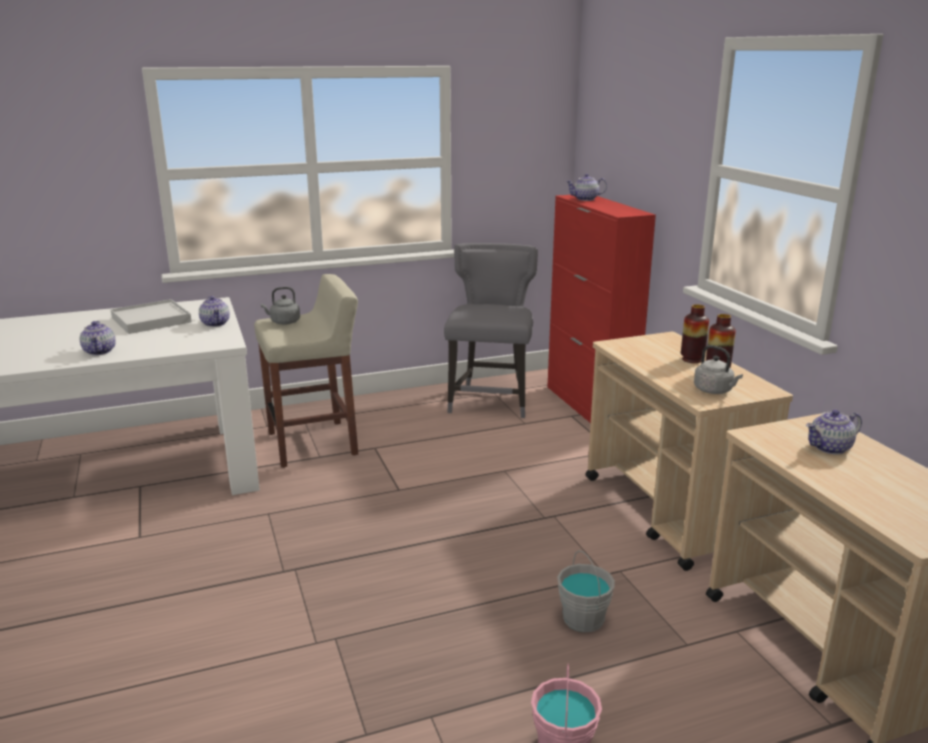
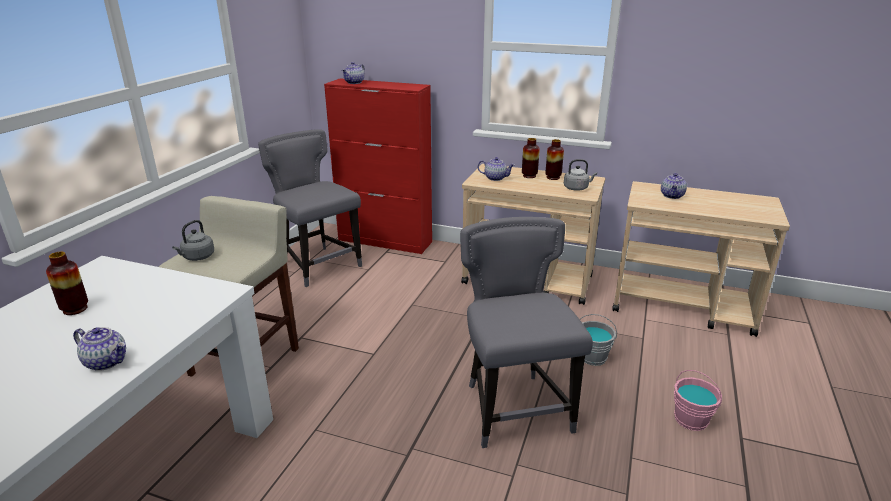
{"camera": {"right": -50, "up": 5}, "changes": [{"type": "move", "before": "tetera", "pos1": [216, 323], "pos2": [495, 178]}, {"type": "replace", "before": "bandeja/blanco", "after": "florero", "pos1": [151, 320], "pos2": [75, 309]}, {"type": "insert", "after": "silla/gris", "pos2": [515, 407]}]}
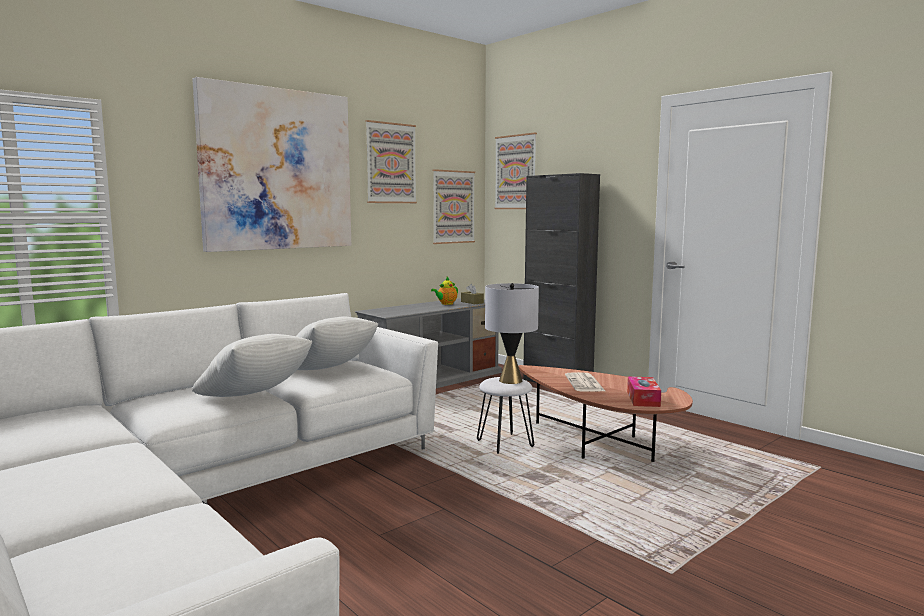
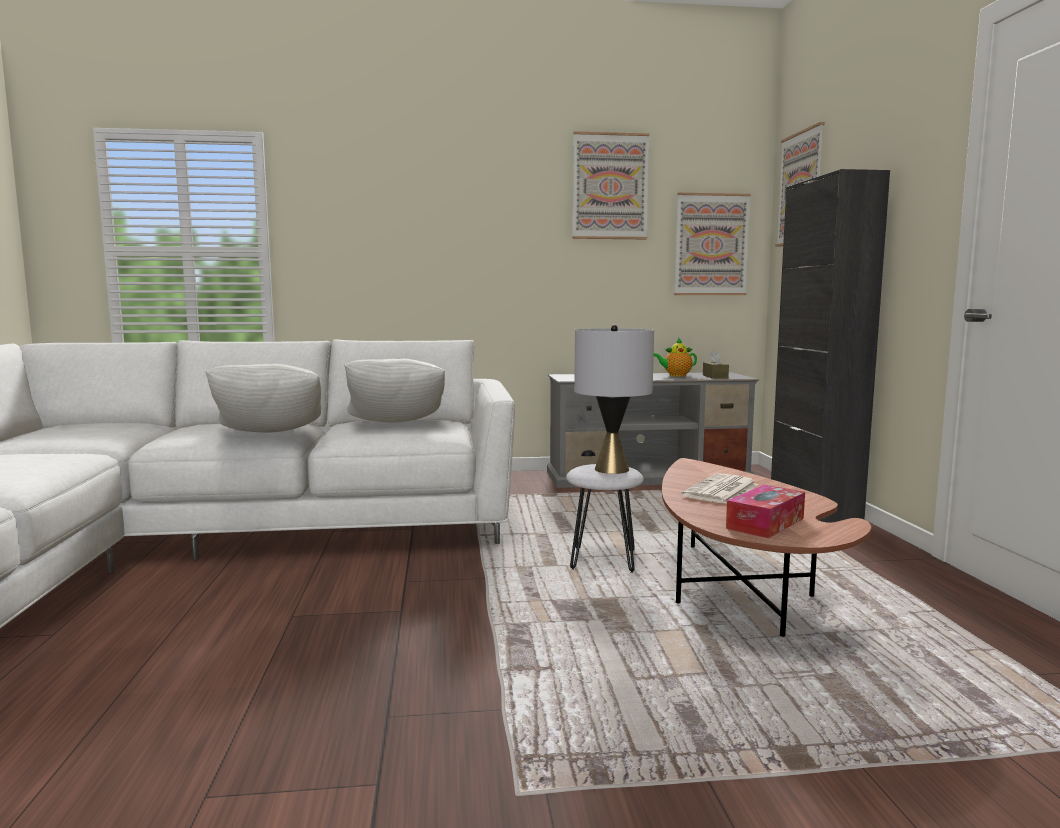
{"camera": {"right": 35, "up": 0}, "changes": [{"type": "delete", "before": "cuadro", "pos1": [277, 170]}]}
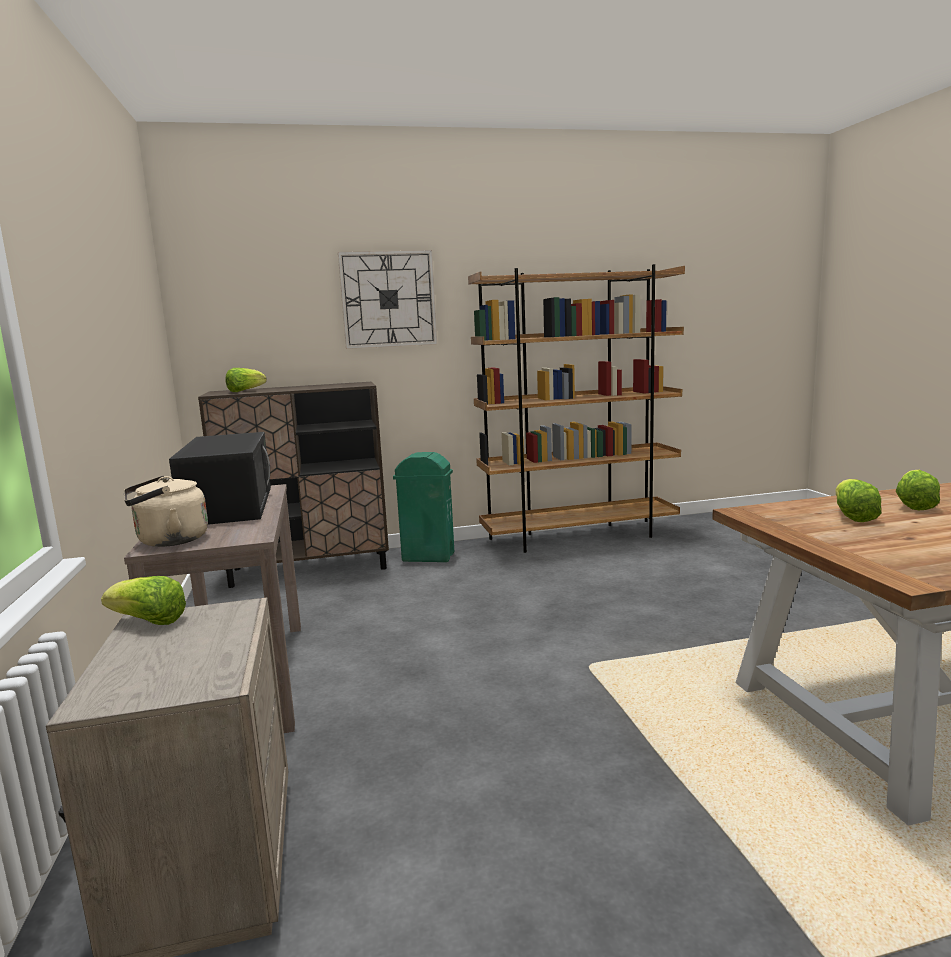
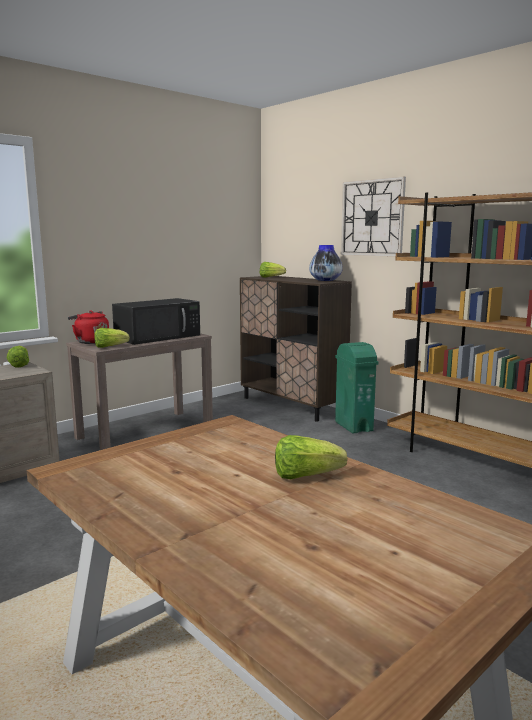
{"camera": {"right": 60, "up": 0}, "changes": [{"type": "recolor", "before": "hervidor/beis", "after": "hervidor/rojo", "pos1": [168, 541], "pos2": [90, 342]}, {"type": "move", "before": "lechuga", "pos1": [852, 516], "pos2": [110, 347]}, {"type": "insert", "after": "florero", "pos2": [325, 280]}]}
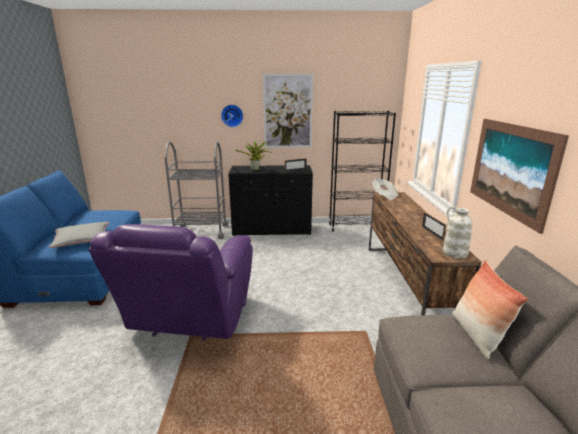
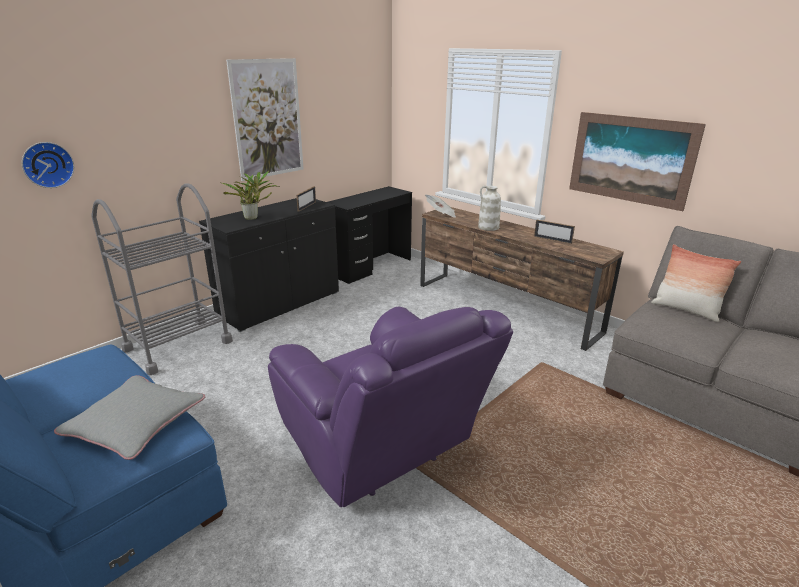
{"camera": {"right": -45, "up": 5}, "changes": [{"type": "move", "before": "reloj de pared", "pos1": [232, 115], "pos2": [47, 164]}, {"type": "replace", "before": "estantería/negro", "after": "escritorio/negro", "pos1": [356, 228], "pos2": [370, 267]}, {"type": "move", "before": "florero/blanco", "pos1": [454, 253], "pos2": [488, 227]}]}
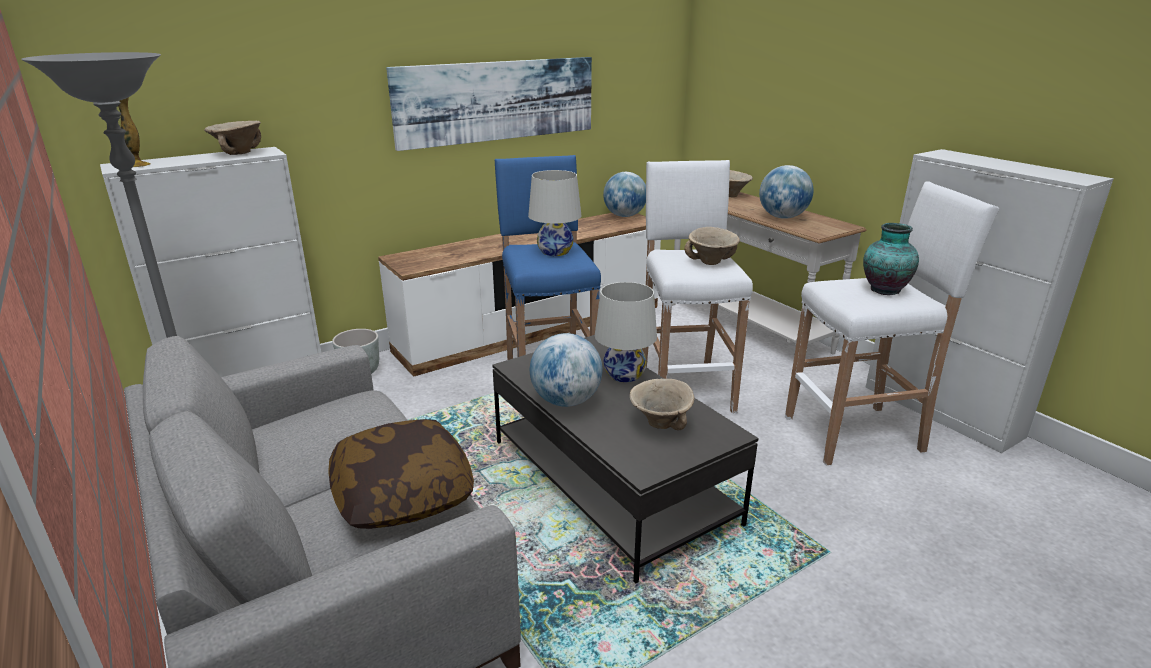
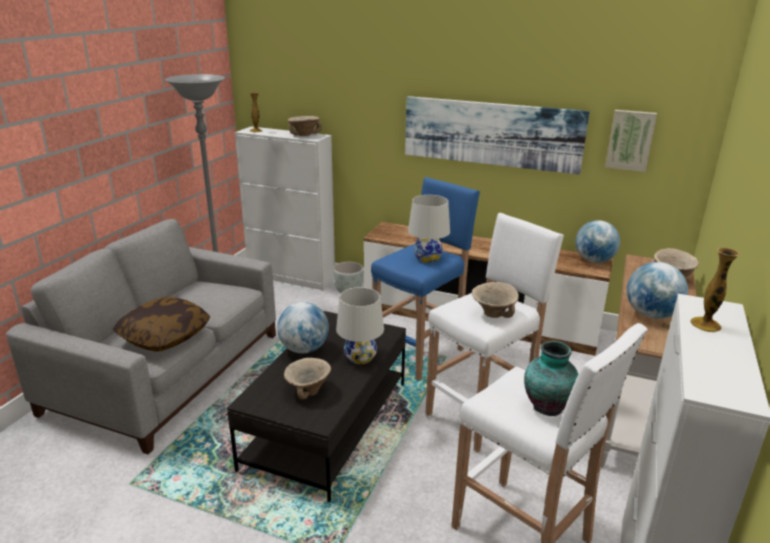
{"camera": {"right": 55, "up": 0}, "changes": [{"type": "insert", "after": "cuadro", "pos2": [630, 140]}, {"type": "insert", "after": "florero", "pos2": [705, 324]}]}
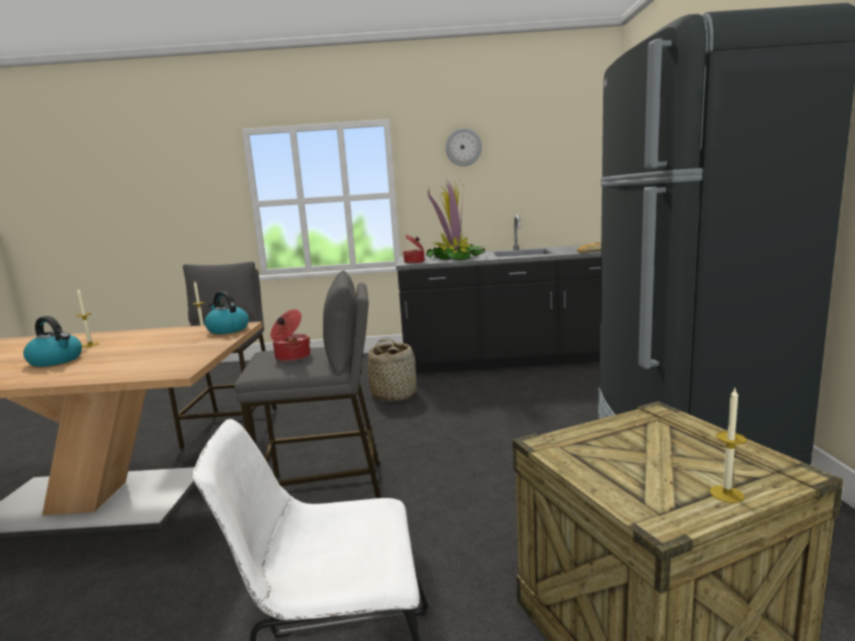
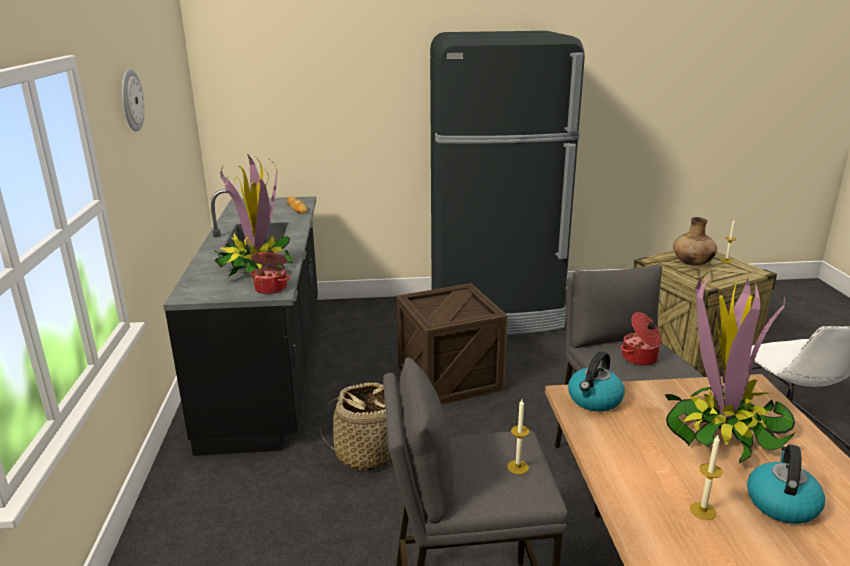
{"camera": {"right": -95, "up": 10}, "changes": [{"type": "insert", "after": "florero/marrón", "pos2": [692, 263]}, {"type": "insert", "after": "planta en maceta", "pos2": [722, 429]}, {"type": "insert", "after": "caja de embalaje", "pos2": [449, 378]}]}
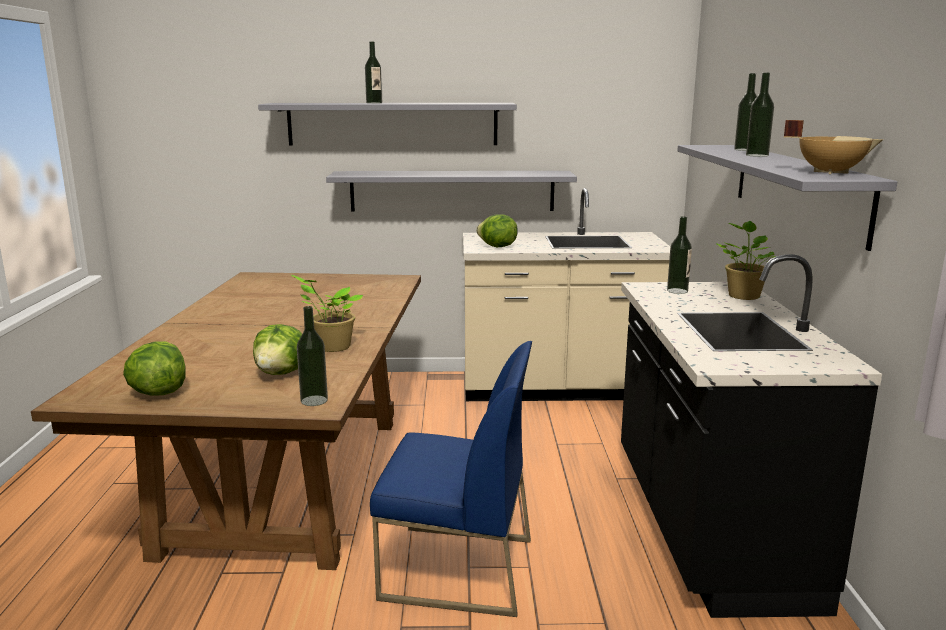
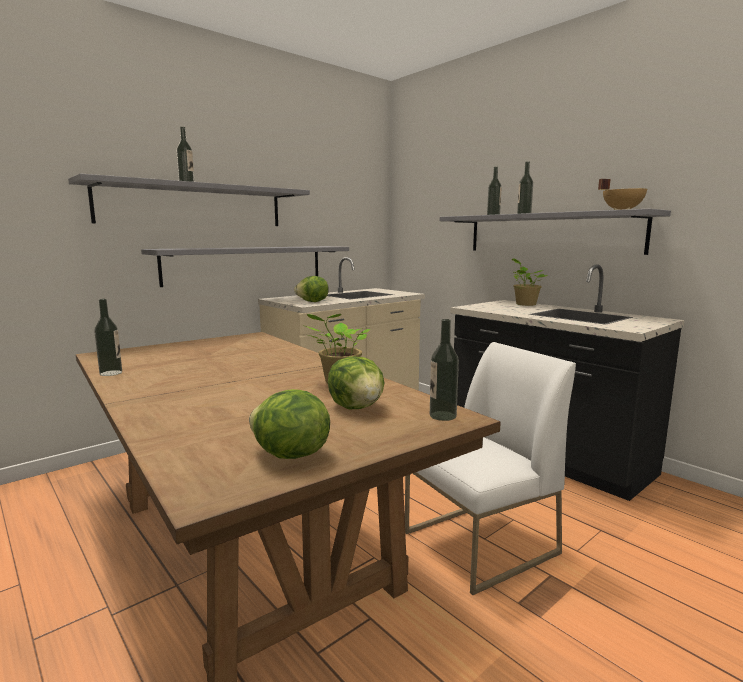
{"camera": {"right": -40, "up": -5}, "changes": [{"type": "move", "before": "botella", "pos1": [677, 291], "pos2": [111, 373]}, {"type": "recolor", "before": "silla/azul", "after": "silla/blanco", "pos1": [456, 569], "pos2": [480, 543]}]}
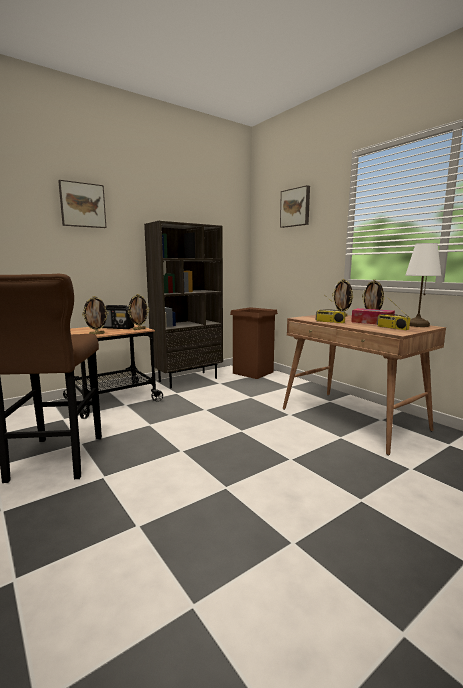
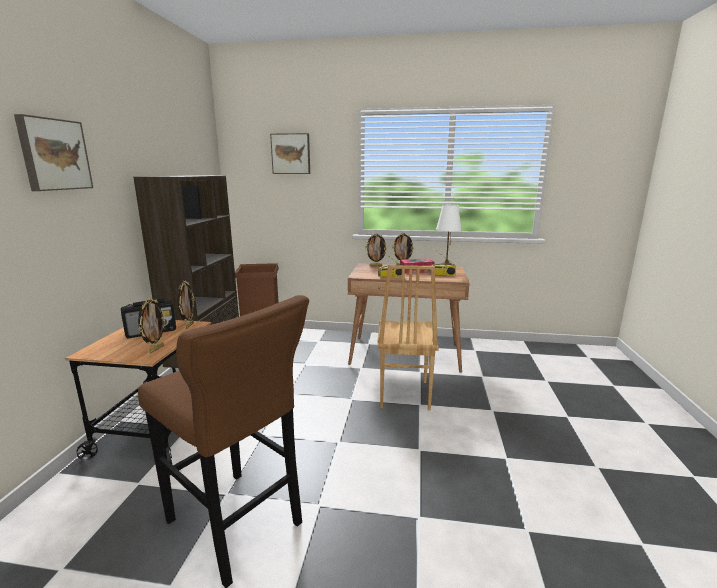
{"camera": {"right": -45, "up": 5}, "changes": [{"type": "insert", "after": "silla/marrón", "pos2": [403, 394]}]}
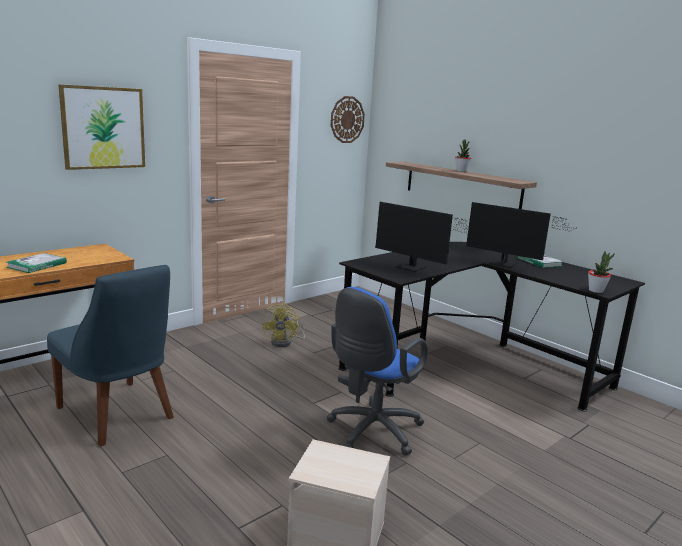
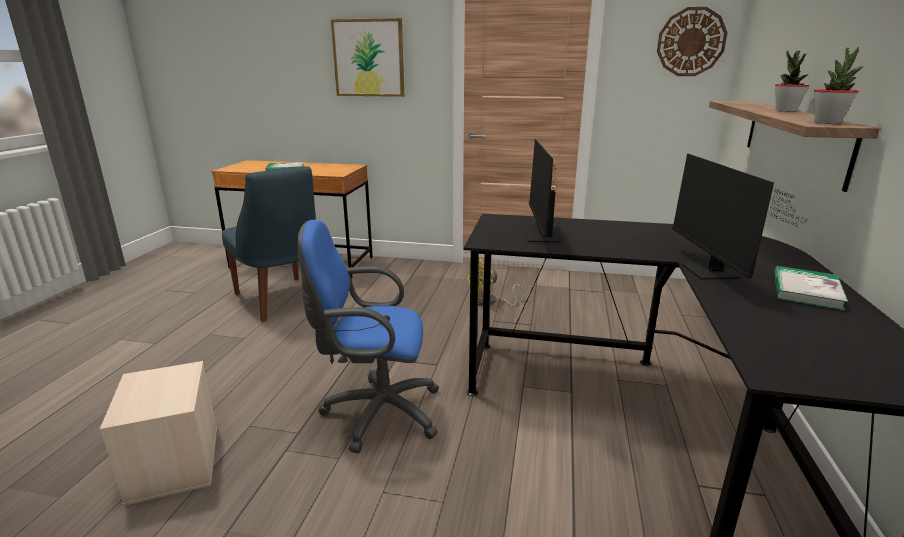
{"camera": {"right": 55, "up": 5}, "changes": [{"type": "move", "before": "planta en maceta", "pos1": [596, 291], "pos2": [827, 122]}, {"type": "rotate", "before": "silla/azul", "pos1": [118, 415], "pos2": [282, 300], "turn": -45}]}
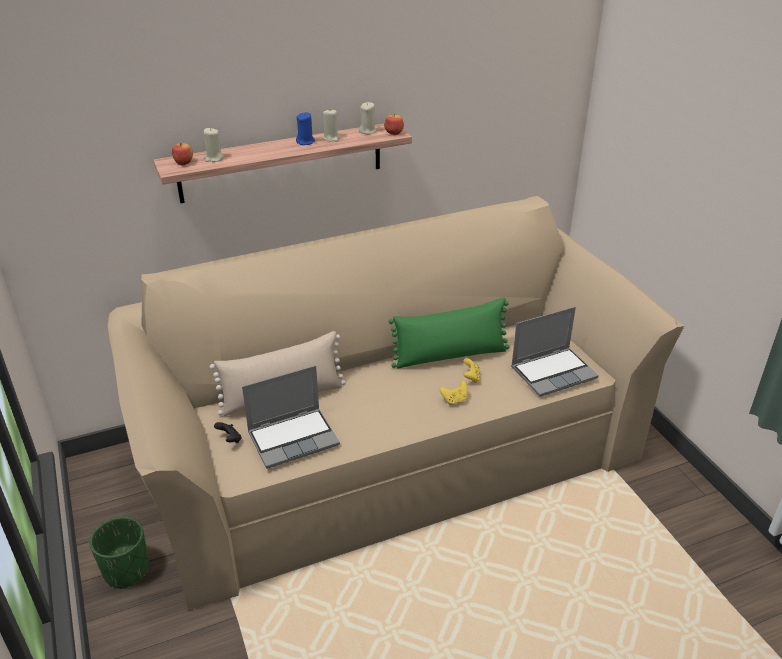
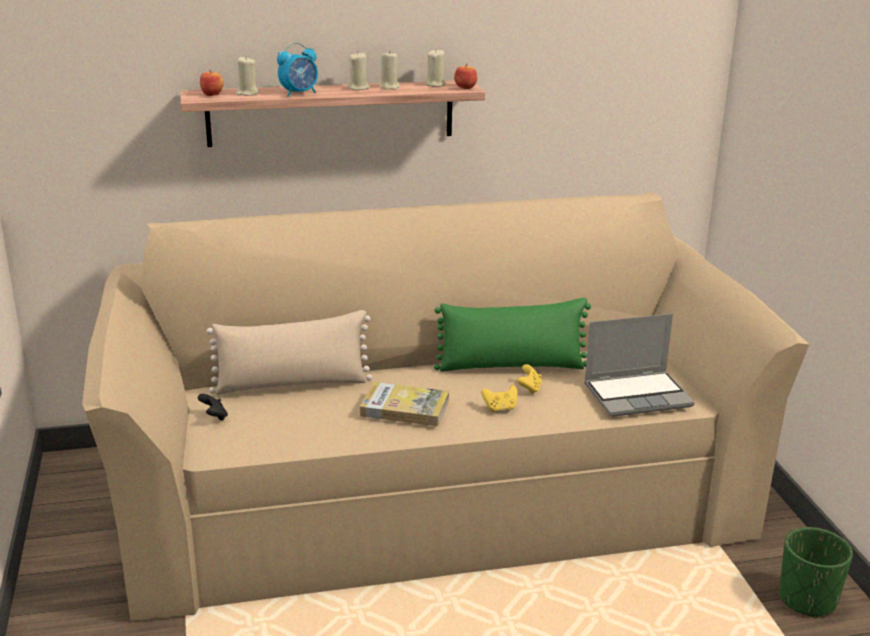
{"camera": {"right": 10, "up": -10}, "changes": [{"type": "recolor", "before": "vela/azul", "after": "vela/beis", "pos1": [305, 142], "pos2": [358, 88]}, {"type": "delete", "before": "portátil", "pos1": [294, 438]}, {"type": "move", "before": "maceta/verde", "pos1": [126, 570], "pos2": [807, 599]}, {"type": "insert", "after": "despertador", "pos2": [299, 93]}, {"type": "insert", "after": "libro", "pos2": [405, 408]}]}
